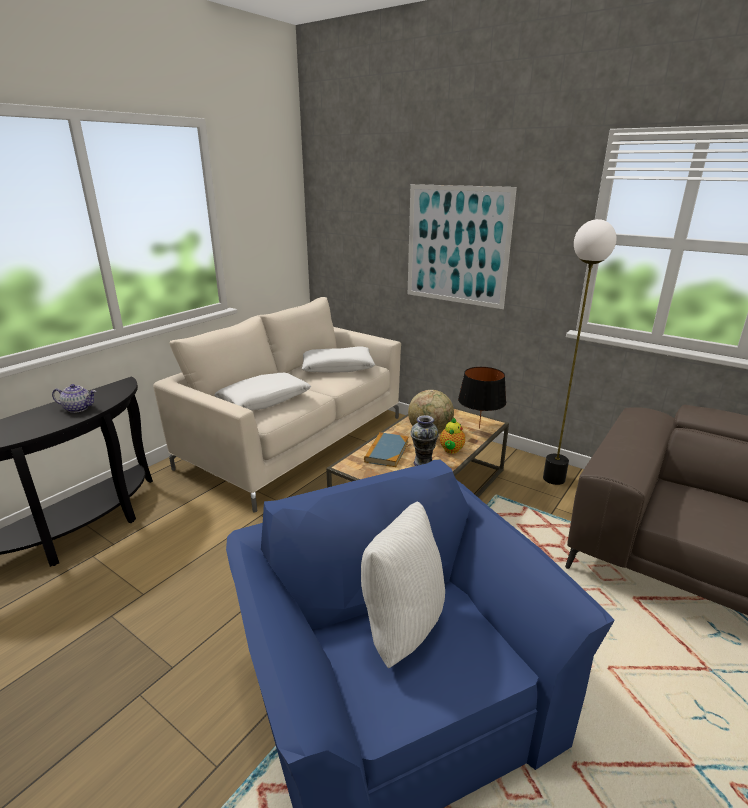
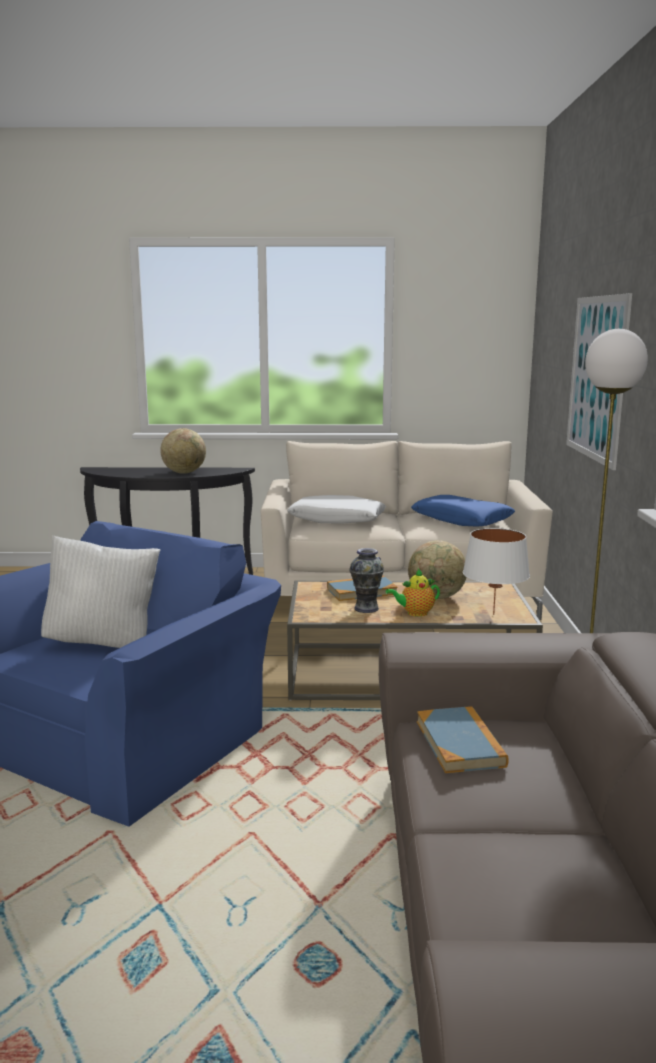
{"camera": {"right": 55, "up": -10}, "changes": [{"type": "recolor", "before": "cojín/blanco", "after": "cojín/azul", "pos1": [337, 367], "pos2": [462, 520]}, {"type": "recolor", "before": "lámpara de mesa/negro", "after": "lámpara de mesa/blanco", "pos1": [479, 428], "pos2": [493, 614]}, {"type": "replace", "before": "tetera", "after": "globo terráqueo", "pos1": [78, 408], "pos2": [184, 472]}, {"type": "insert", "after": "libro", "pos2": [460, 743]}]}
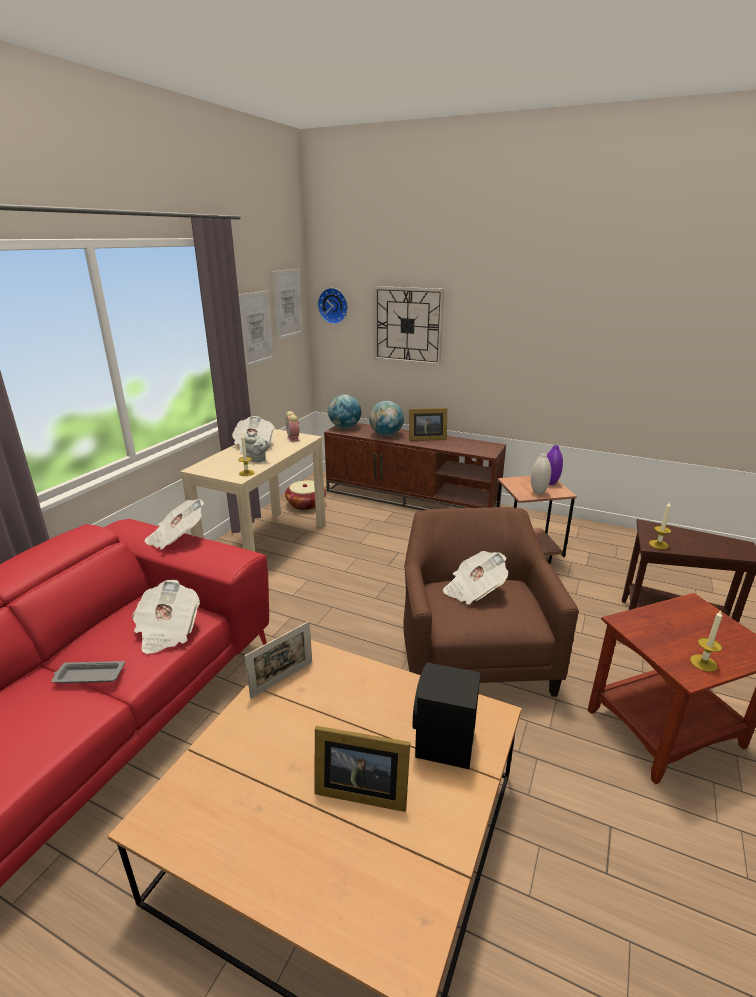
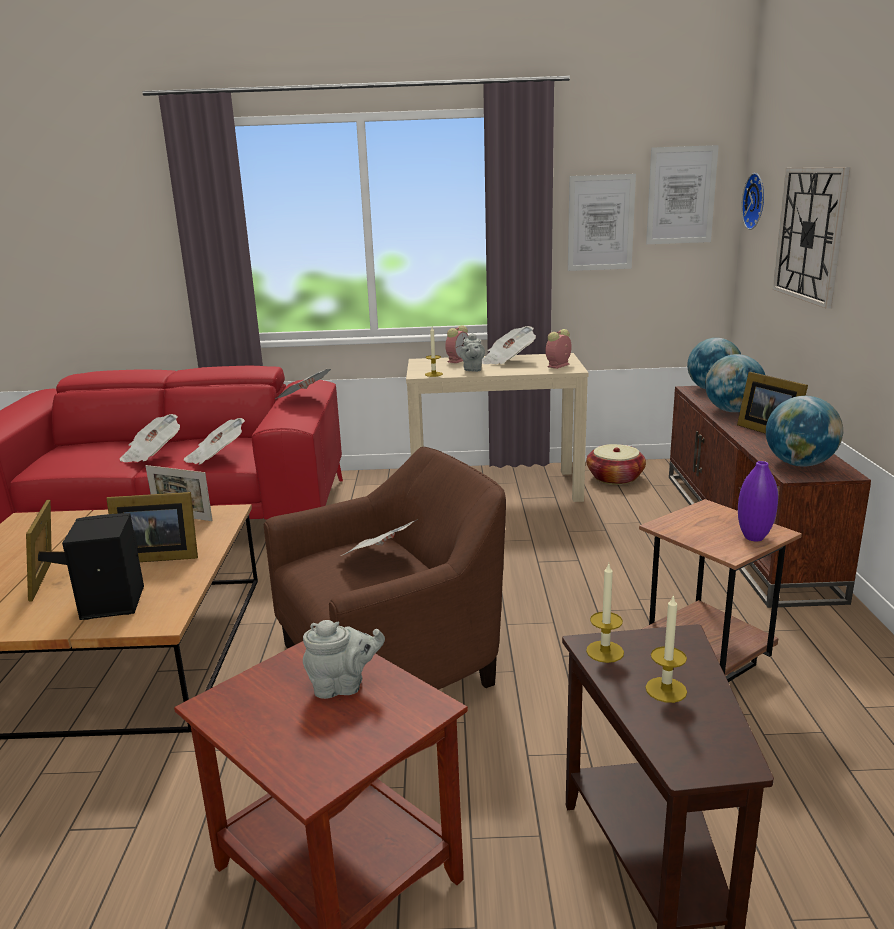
{"camera": {"right": 65, "up": -5}, "changes": [{"type": "delete", "before": "florero/blanco", "pos1": [538, 492]}, {"type": "move", "before": "vela", "pos1": [703, 663], "pos2": [666, 690]}, {"type": "replace", "before": "bandeja/gris", "after": "periódico", "pos1": [88, 676], "pos2": [152, 454]}, {"type": "insert", "after": "despertador", "pos2": [458, 360]}, {"type": "insert", "after": "globo terráqueo", "pos2": [799, 464]}, {"type": "insert", "after": "portarretratos", "pos2": [156, 556]}, {"type": "insert", "after": "tetera/gris", "pos2": [343, 686]}]}
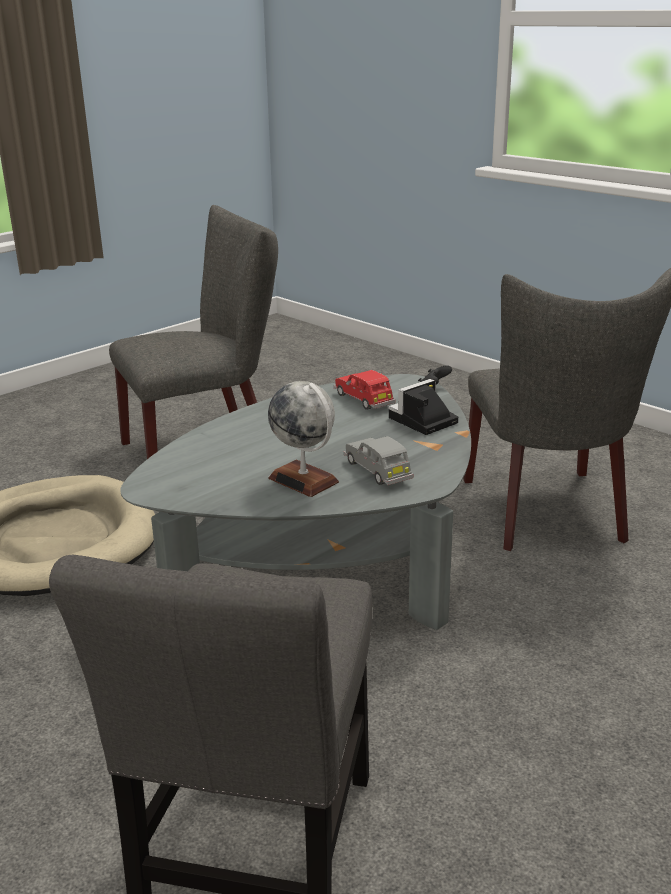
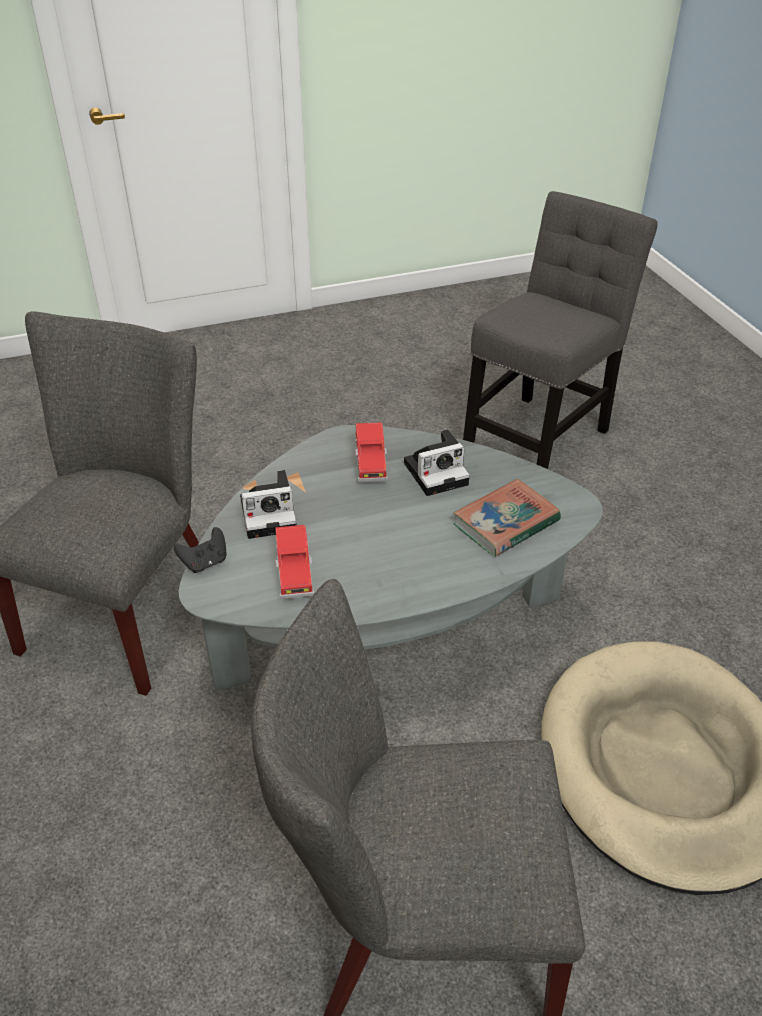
{"camera": {"right": -155, "up": 15}, "changes": [{"type": "replace", "before": "globo terráqueo", "after": "cámara", "pos1": [304, 480], "pos2": [437, 472]}, {"type": "recolor", "before": "coche de juguete/gris", "after": "coche de juguete/rojo", "pos1": [378, 472], "pos2": [370, 462]}, {"type": "insert", "after": "libro", "pos2": [506, 523]}]}
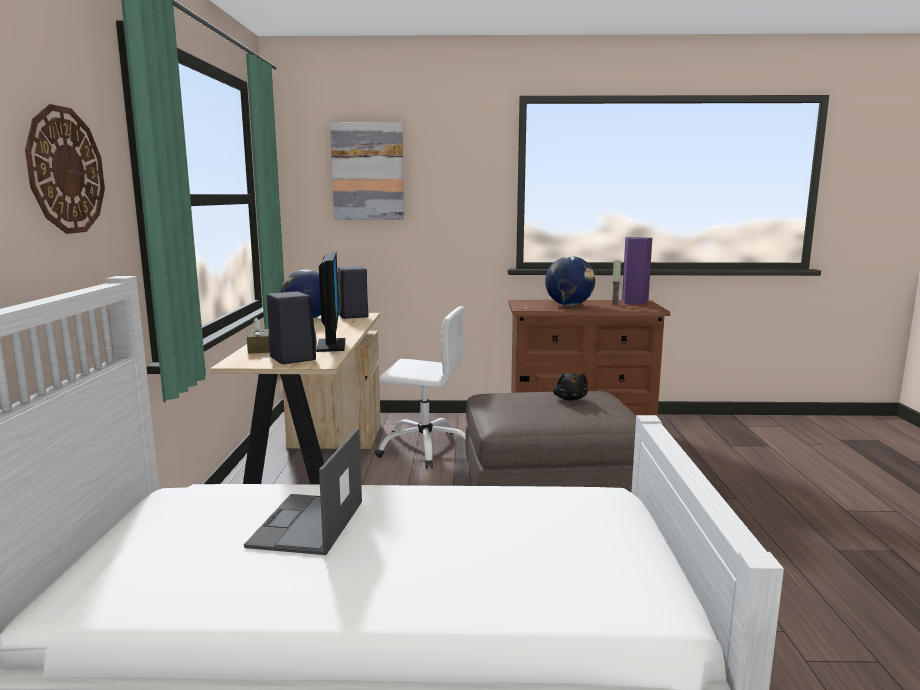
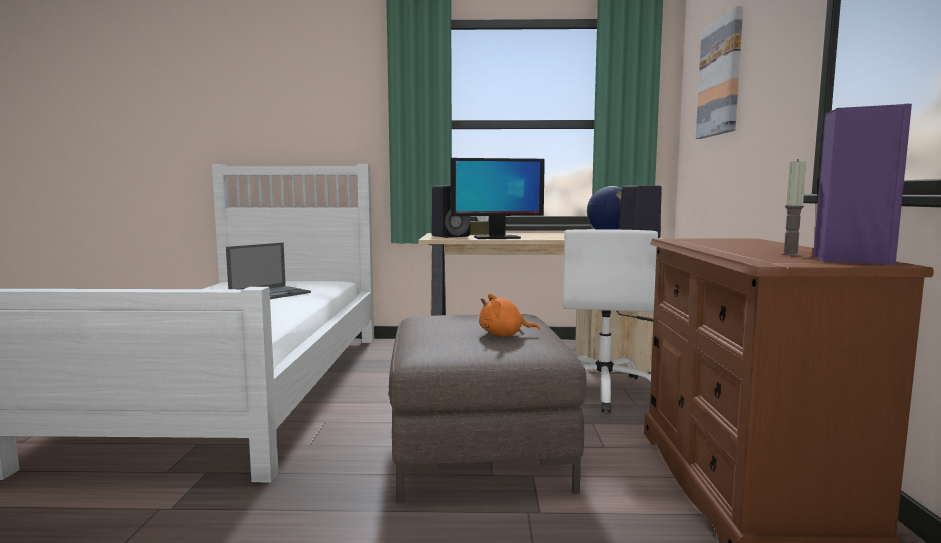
{"camera": {"right": 90, "up": -5}, "changes": [{"type": "delete", "before": "reloj de pared", "pos1": [65, 170]}, {"type": "delete", "before": "globo terráqueo", "pos1": [569, 305]}, {"type": "recolor", "before": "peluche/negro", "after": "peluche/naranja", "pos1": [570, 399], "pos2": [504, 335]}, {"type": "rotate", "before": "portátil", "pos1": [307, 524], "pos2": [271, 294], "turn": 120}]}
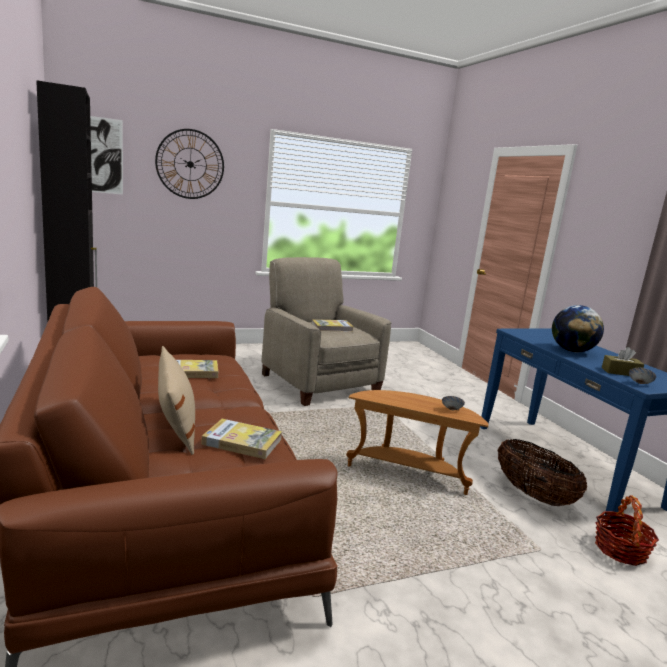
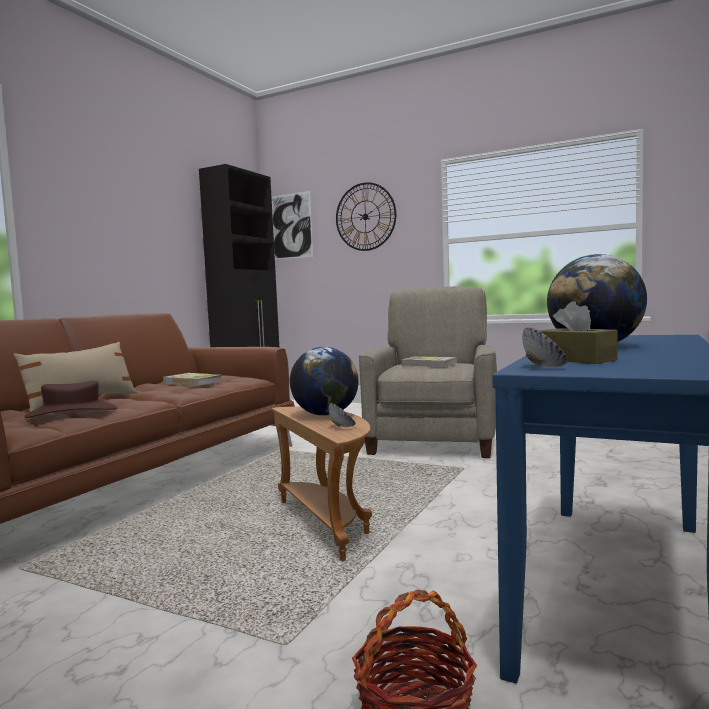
{"camera": {"right": 50, "up": -10}, "changes": [{"type": "replace", "before": "libro", "after": "sombrero/marrón", "pos1": [242, 442], "pos2": [72, 412]}, {"type": "delete", "before": "cesta", "pos1": [533, 495]}, {"type": "insert", "after": "globo terráqueo", "pos2": [325, 414]}]}
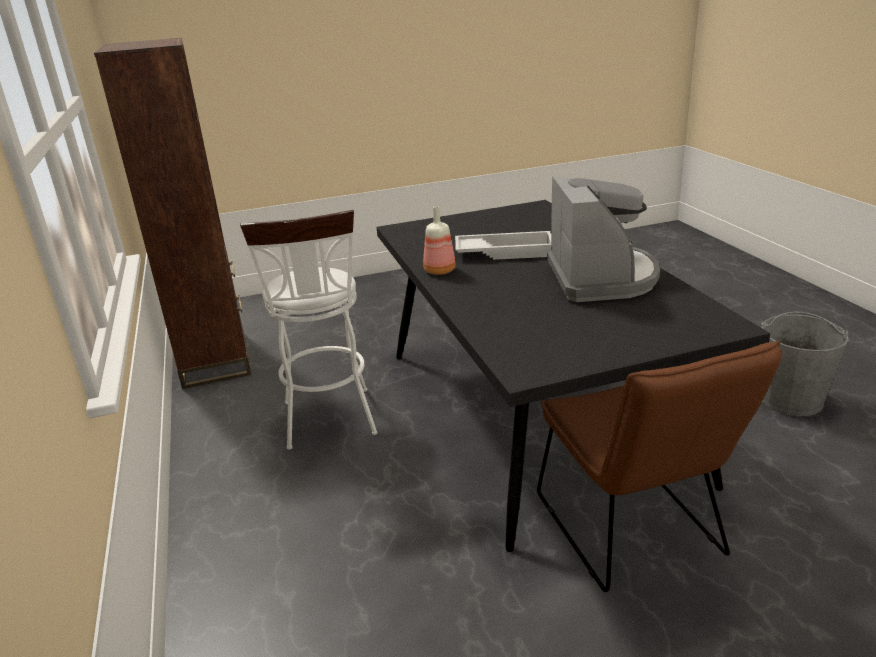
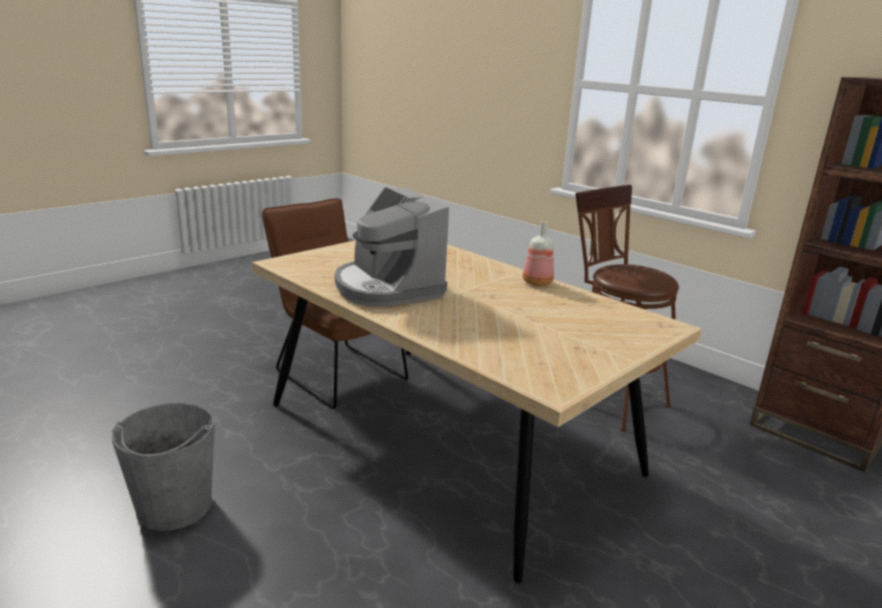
{"camera": {"right": 150, "up": -5}, "changes": [{"type": "recolor", "before": "mesa de comedor/negro", "after": "mesa de comedor/beis", "pos1": [531, 412], "pos2": [450, 438]}, {"type": "recolor", "before": "taburete/blanco", "after": "taburete/marrón", "pos1": [330, 423], "pos2": [607, 397]}, {"type": "delete", "before": "bandeja/blanco", "pos1": [504, 251]}]}
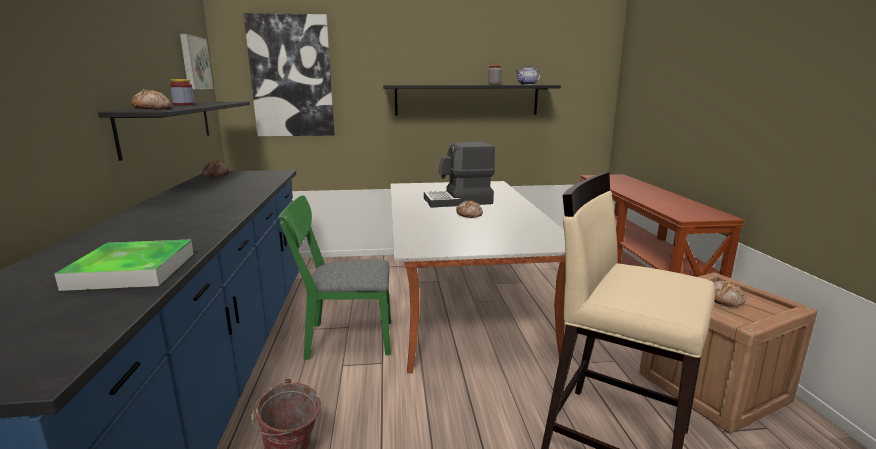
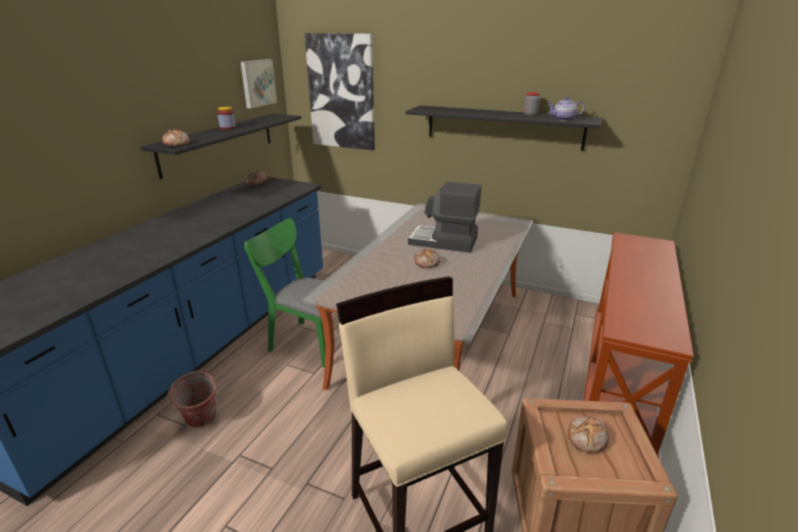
{"camera": {"right": 30, "up": 10}, "changes": [{"type": "delete", "before": "bandeja", "pos1": [132, 270]}]}
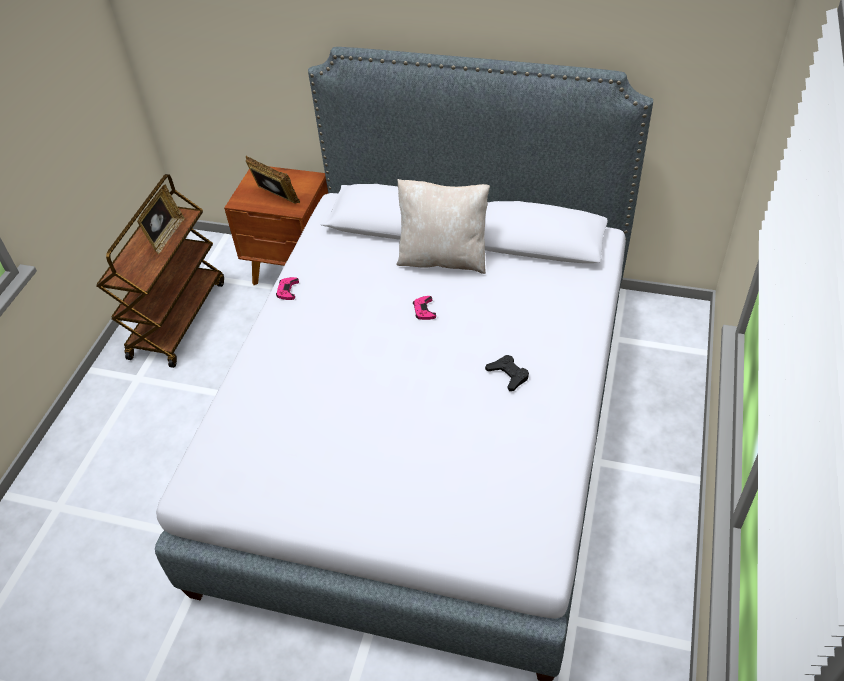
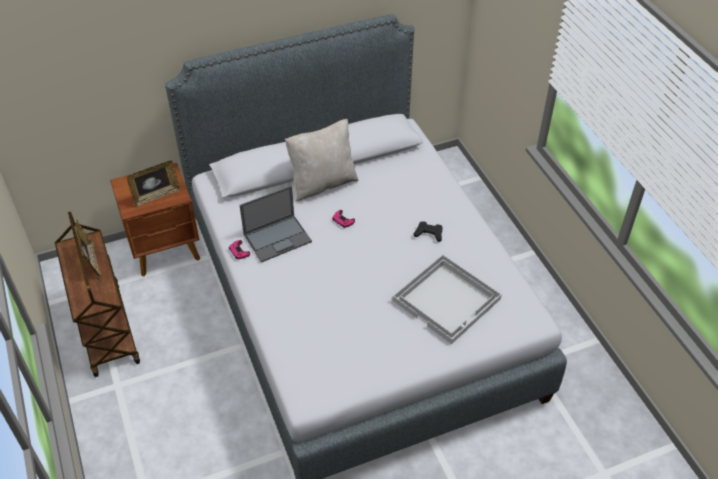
{"camera": {"right": -40, "up": 0}, "changes": [{"type": "rotate", "before": "portarretratos", "pos1": [275, 198], "pos2": [156, 196], "turn": 150}, {"type": "insert", "after": "portátil", "pos2": [278, 238]}, {"type": "insert", "after": "bandeja/blanco", "pos2": [447, 299]}]}
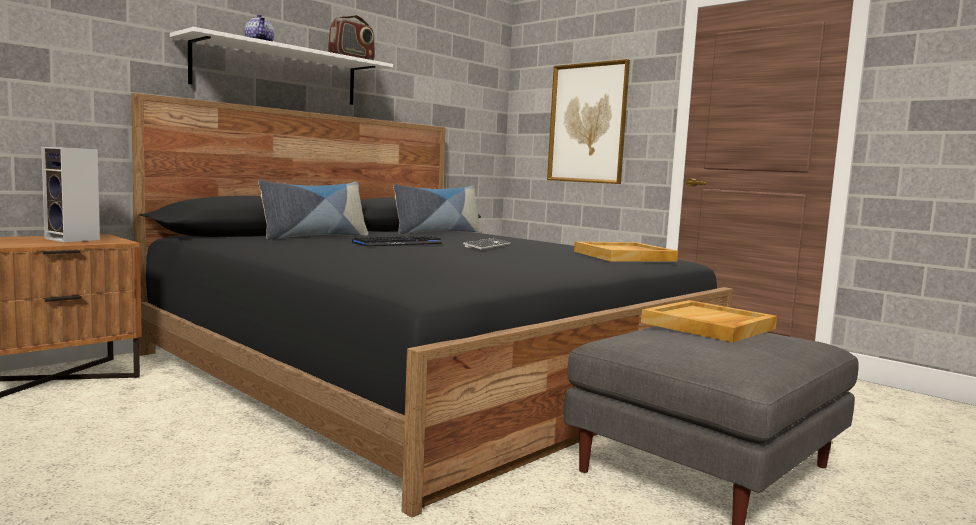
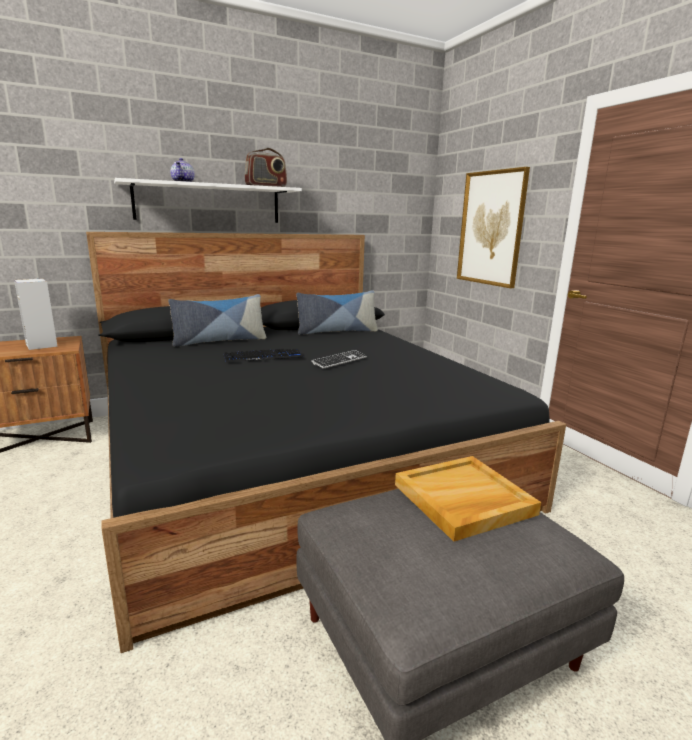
{"camera": {"right": 20, "up": 10}, "changes": [{"type": "delete", "before": "bandeja/beis", "pos1": [625, 256]}]}
